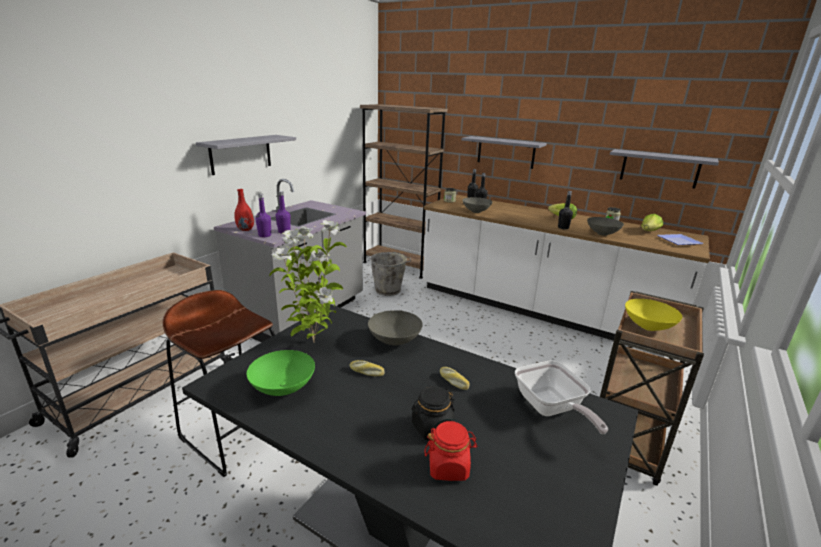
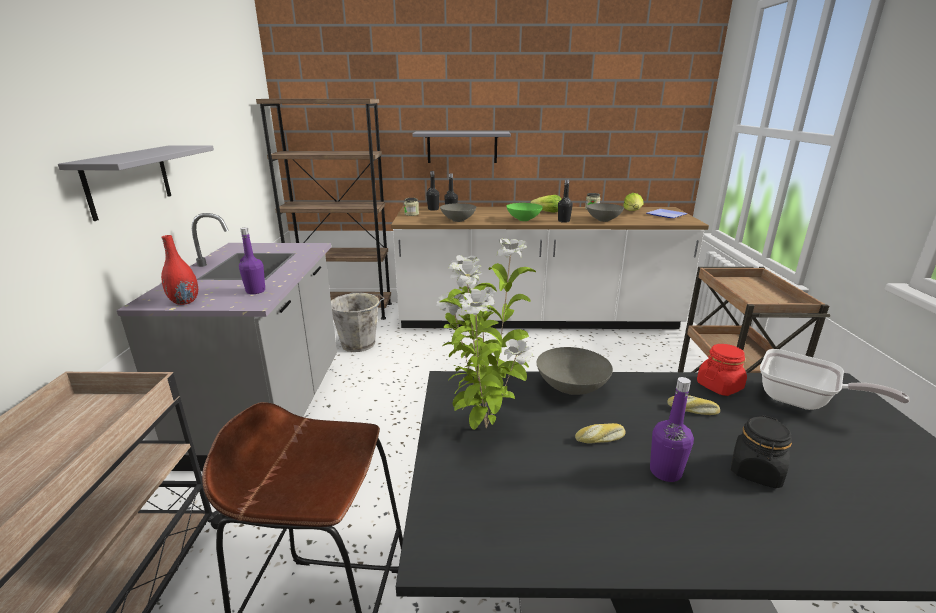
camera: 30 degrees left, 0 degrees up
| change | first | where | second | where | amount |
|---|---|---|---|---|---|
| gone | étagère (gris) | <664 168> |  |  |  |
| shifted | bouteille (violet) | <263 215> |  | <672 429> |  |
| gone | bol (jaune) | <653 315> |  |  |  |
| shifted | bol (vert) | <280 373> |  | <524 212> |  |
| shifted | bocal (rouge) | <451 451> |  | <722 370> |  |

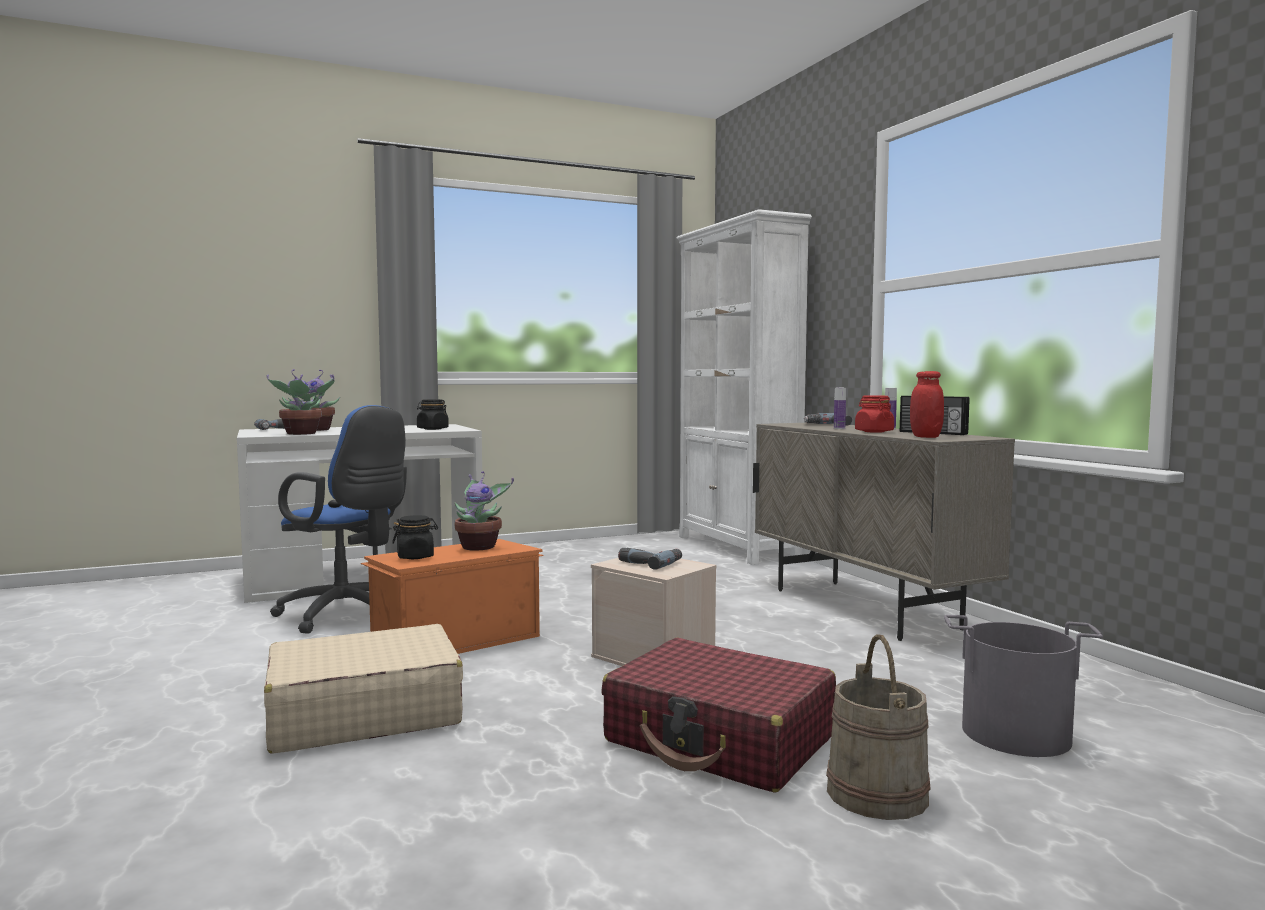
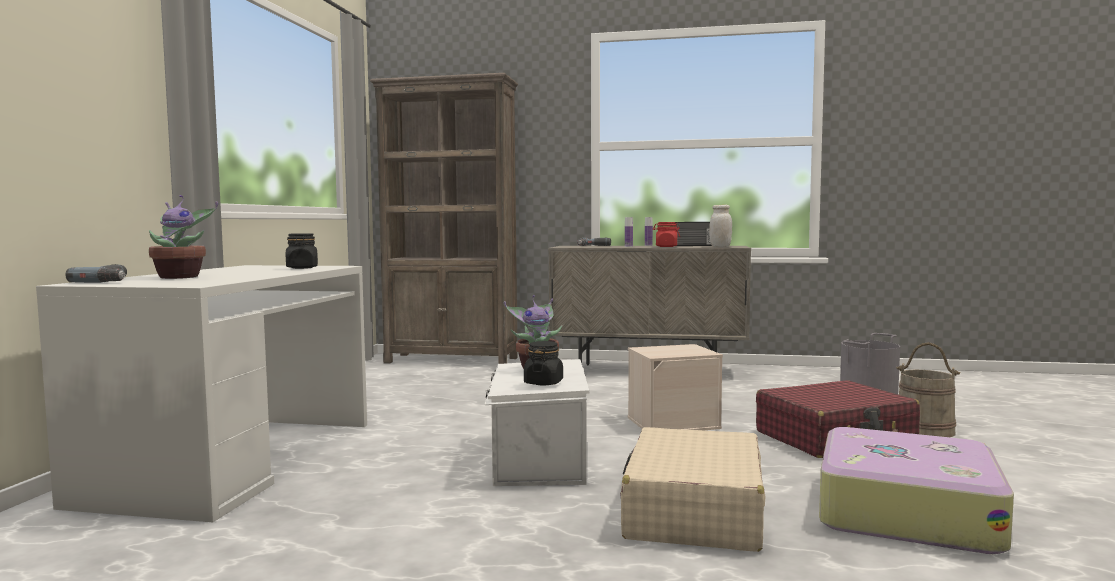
camera: 55 degrees left, 0 degrees up
| change | first | where | second | where | amount |
|---|---|---|---|---|---|
| repainted | bibliothèque (blanc) | <744 387> | bibliothèque (marron) | <444 218> |  |
| gone | plante en pot | <294 402> |  |  |  |
| repainted | bocal (rouge) | <927 404> | bocal (blanc) | <720 226> |  |
| gone | chaise de bureau (bleu) | <338 519> |  |  |  |
| repainted | boîte de rangement (orange) | <452 596> | boîte de rangement (blanc) | <536 422> |  |
| gone | perceuse | <650 559> |  |  |  |
| new |  |  | valise | <916 490> |  |

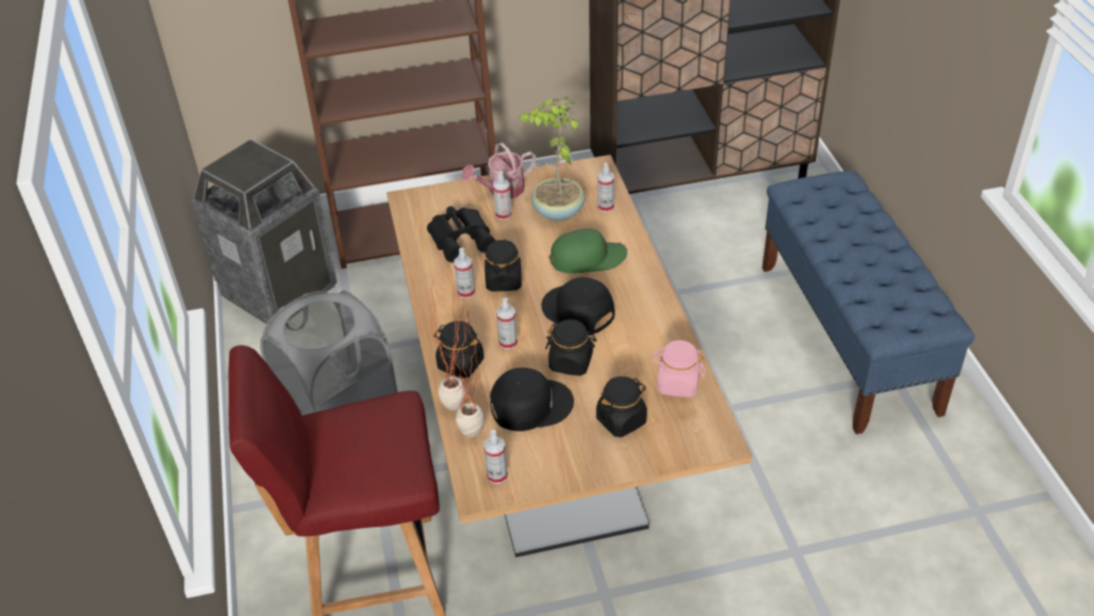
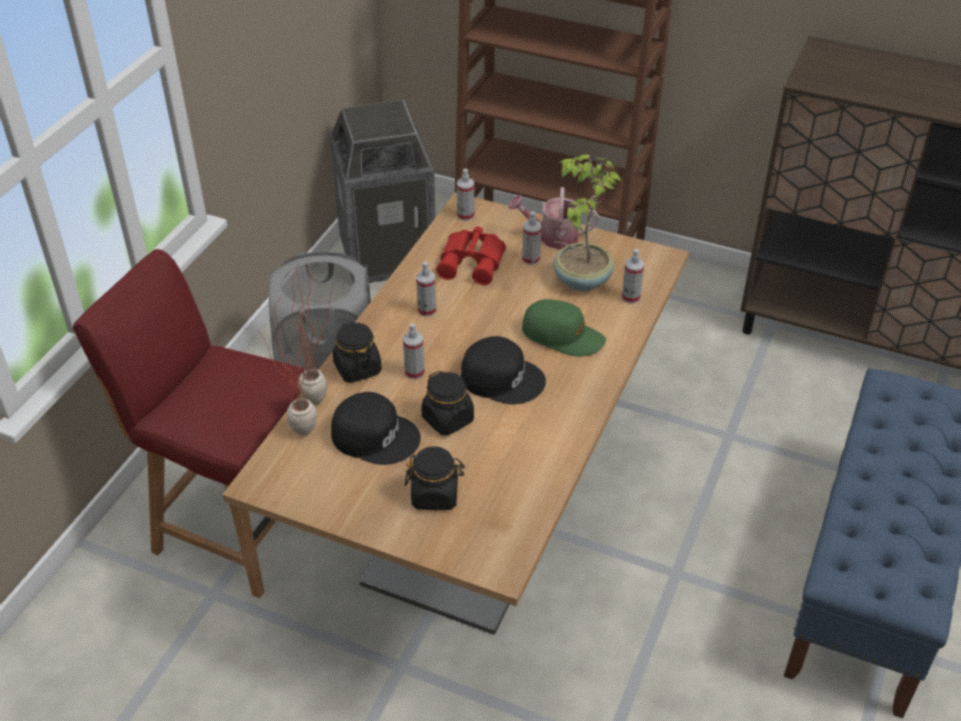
camera: 35 degrees right, 0 degrees up
| change | first | where | second | where | amount |
|---|---|---|---|---|---|
| repainted | jumelles (noir) | <461 234> | jumelles (rouge) | <471 255> |  |
| gone | bocal (noir) | <503 265> |  |  |  |
| rotated | casquette (noir) | <578 306> |  | <503 370> | 120 degrees clockwise |
| gone | bocal (rose) | <679 368> |  |  |  |
| shifted | vaporisateur | <496 457> |  | <465 195> |  |

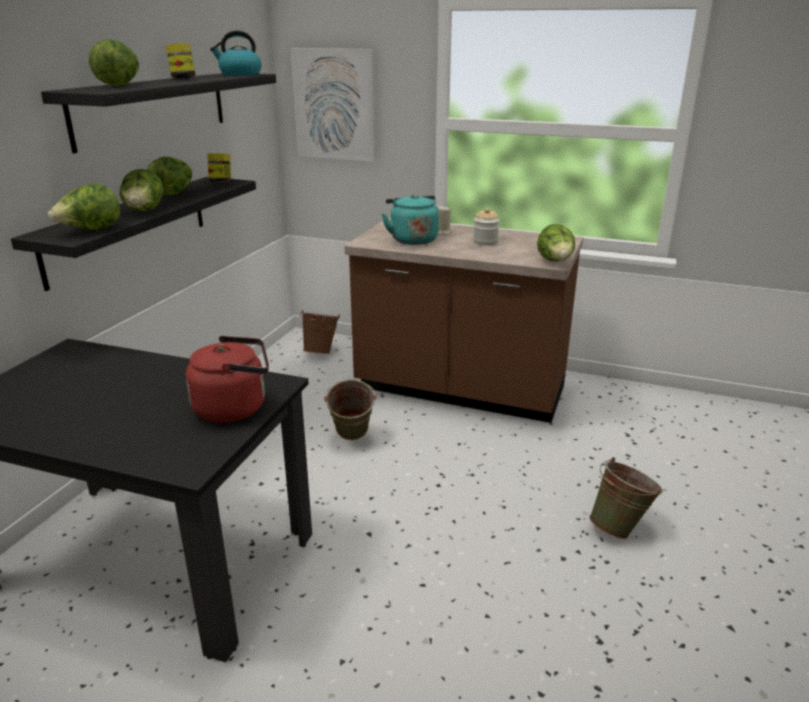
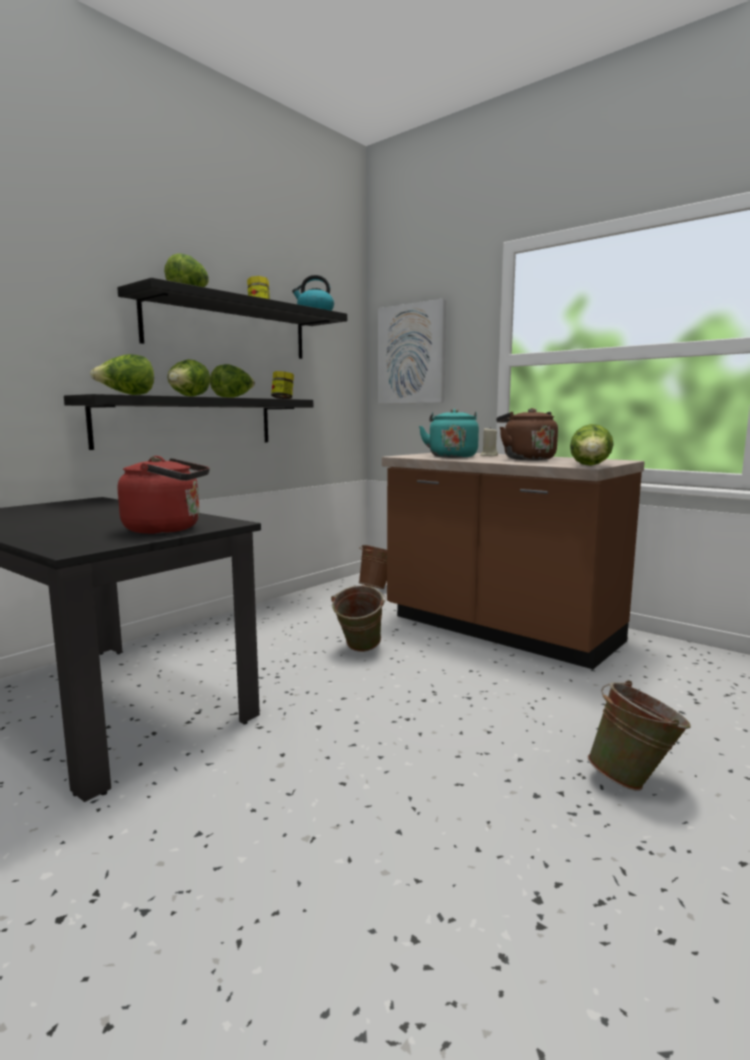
camera: 20 degrees right, 15 degrees down
| change | first | where | second | where | amount |
|---|---|---|---|---|---|
| swapped | bocal | <486 226> | bouilloire (marron) | <527 434> |  |

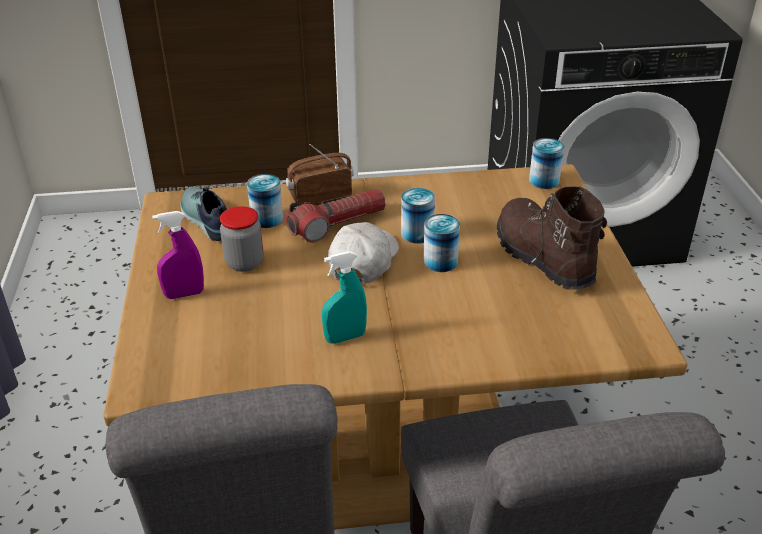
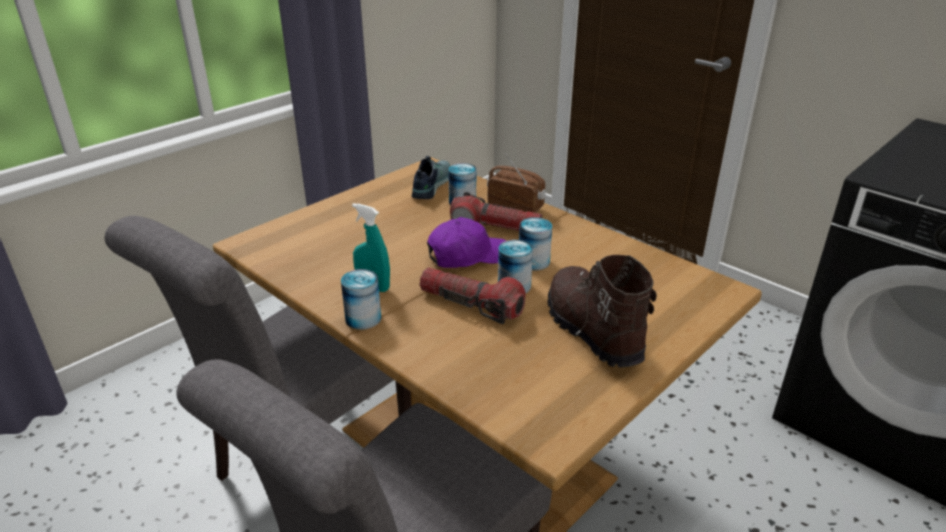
camera: 50 degrees right, 5 degrees down
| change | first | where | second | where | amount |
|---|---|---|---|---|---|
| shifted | boîte métallique | <546 163> |  | <361 299> |  |
| rotated | botte (marron) | <552 238> |  | <602 311> | 45 degrees counterclockwise |
| gone | bocal | <242 239> |  |  |  |
| gone | vaporisateur (violet) | <178 255> |  |  |  |
| repainted | casquette (blanc) | <363 253> | casquette (violet) | <466 242> |  |
| new |  |  | lampe de poche | <473 295> |  |

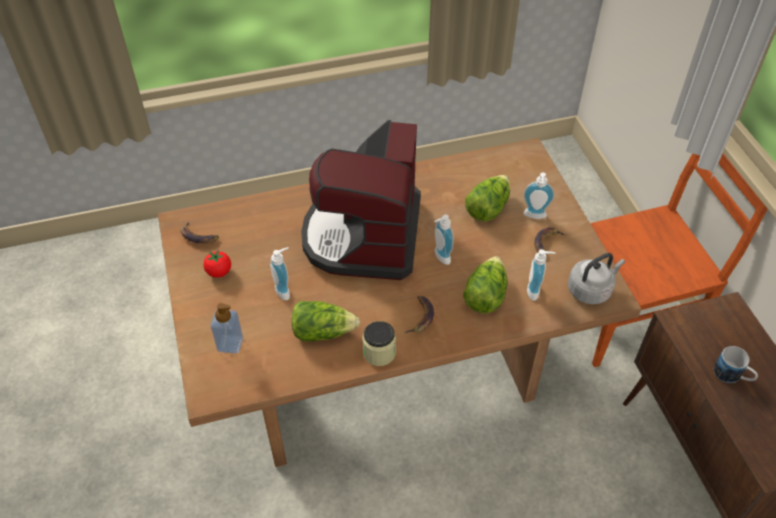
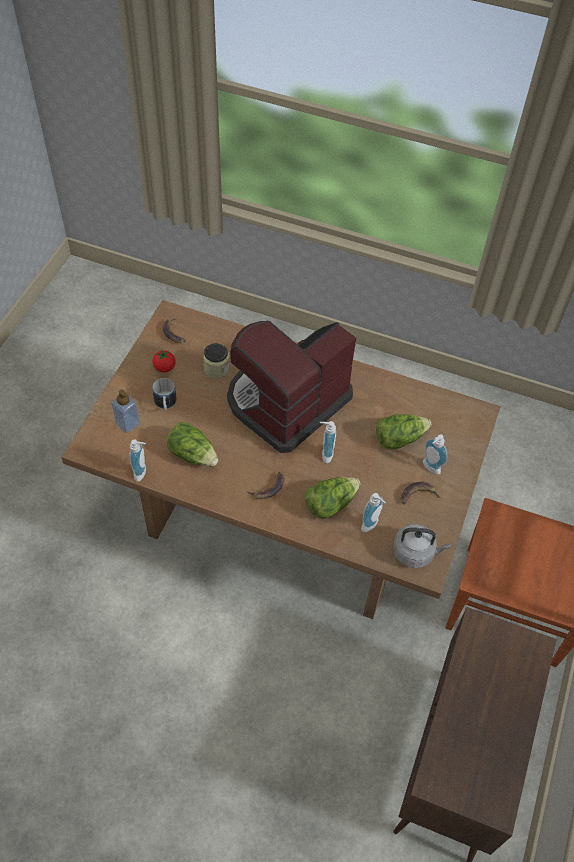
camera: 35 degrees right, 5 degrees up
| change | first | where | second | where | amount |
|---|---|---|---|---|---|
| shifted | distributeur de savon | <280 273> |  | <137 460> |  |
| shifted | bocal | <379 343> |  | <216 361> |  |
| shifted | mug | <736 364> |  | <164 394> |  |

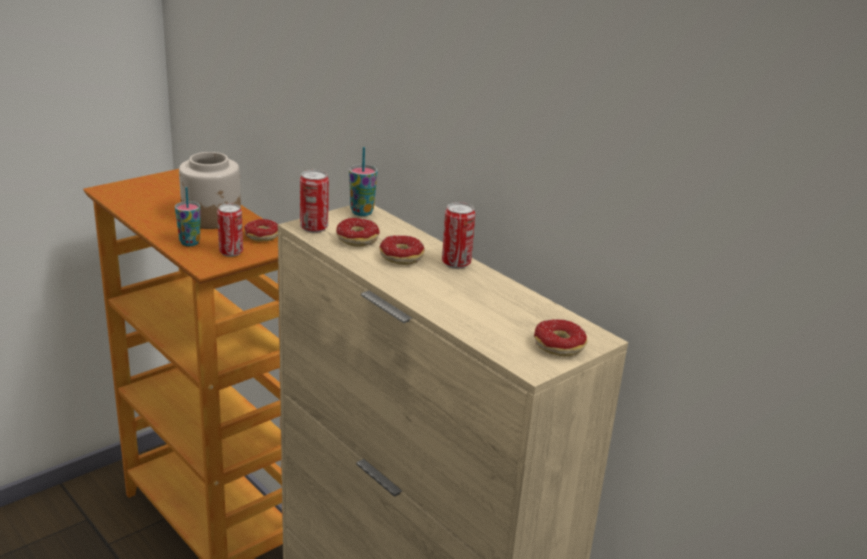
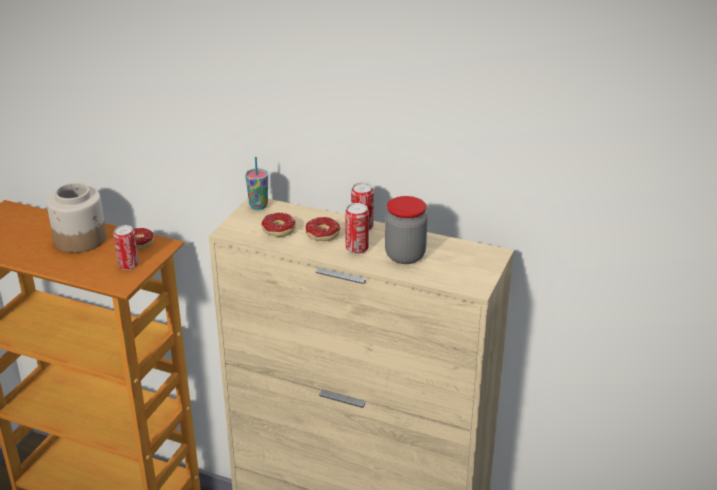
camera: 25 degrees left, 5 degrees up
| change | first | where | second | where | amount |
|---|---|---|---|---|---|
| shifted | boîte métallique | <314 201> |  | <357 228> |  |
| gone | tasse | <188 216> |  |  |  |
| gone | beignet | <560 338> |  |  |  |
| new |  |  | bocal | <406 230> |  |

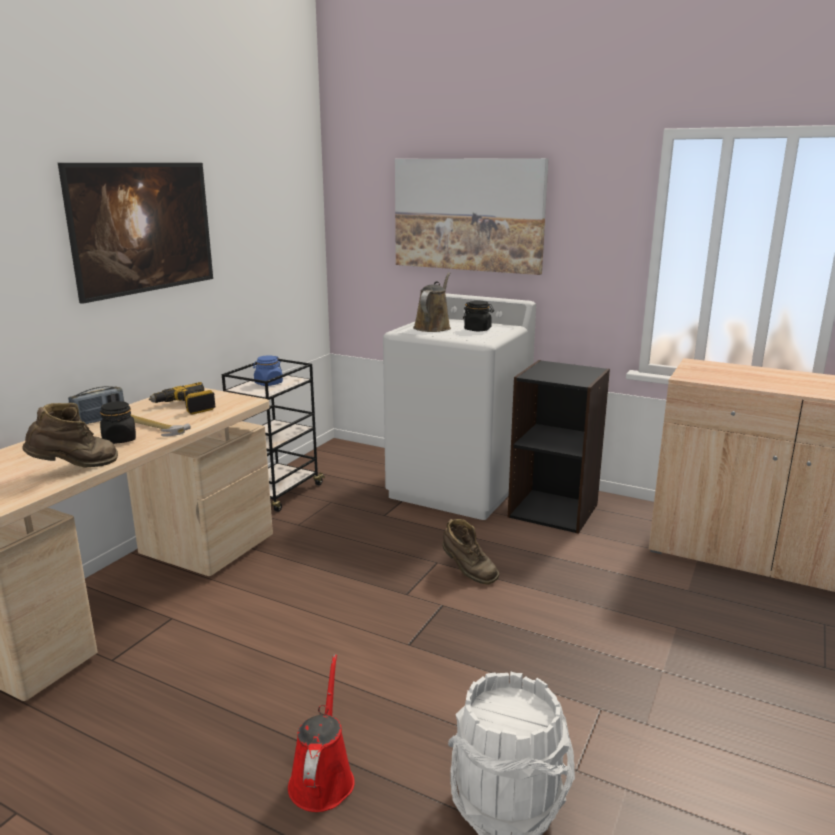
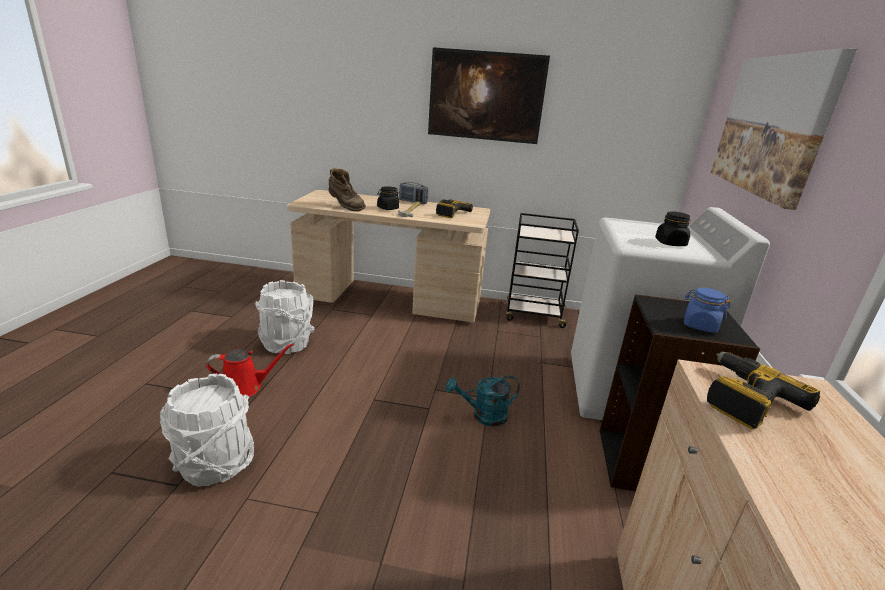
camera: 70 degrees right, 5 degrees up
| change | first | where | second | where | amount |
|---|---|---|---|---|---|
| gone | arrosoir (marron) | <432 302> |  |  |  |
| shifted | bocal (bleu) | <268 370> |  | <707 310> |  |
| swapped | botte (marron) | <470 552> | arrosoir (turquoise) | <483 400> |  |
| new |  |  | seau (blanc) | <285 317> |  |
| new |  |  | perceuse | <763 390> |  |

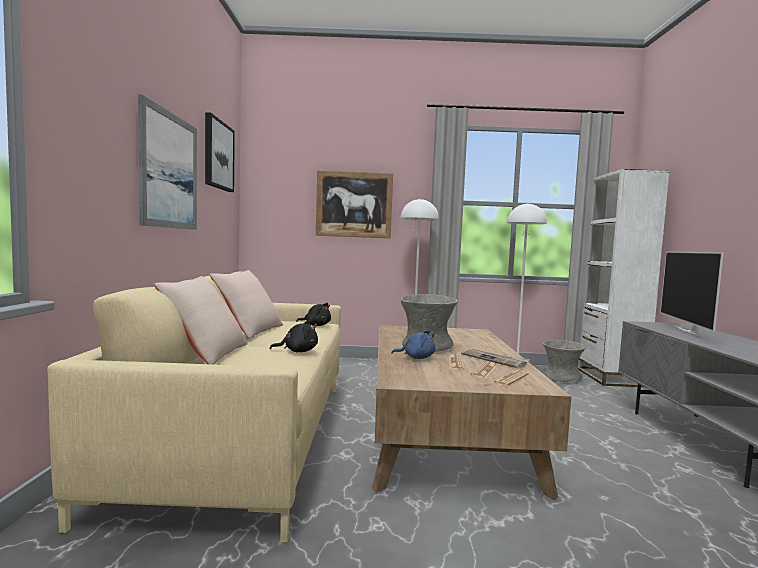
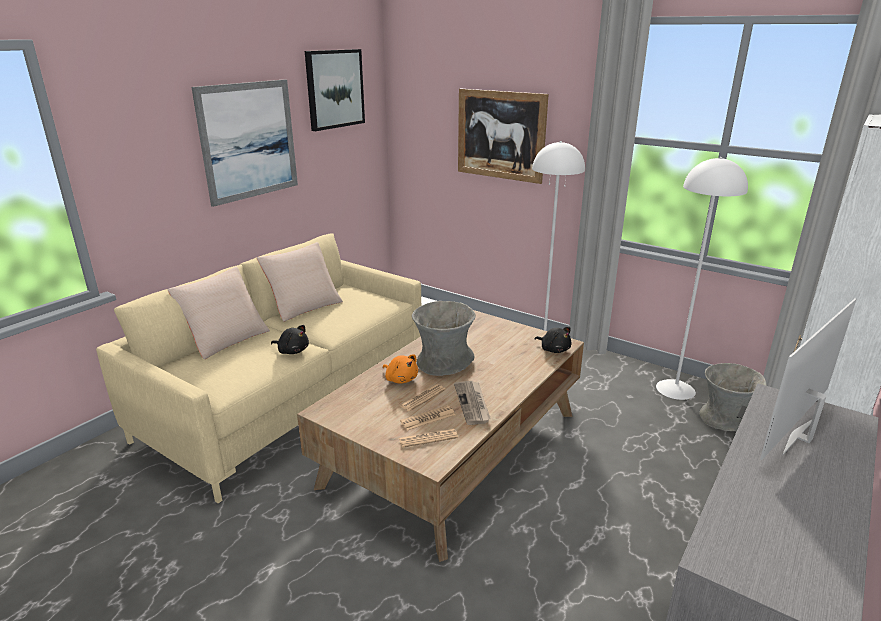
camera: 35 degrees right, 20 degrees up
| change | first | where | second | where | amount |
|---|---|---|---|---|---|
| shifted | peluche (noir) | <313 314> |  | <553 340> |  |
| repainted | peluche (bleu) | <413 344> | peluche (orange) | <400 369> |  |

